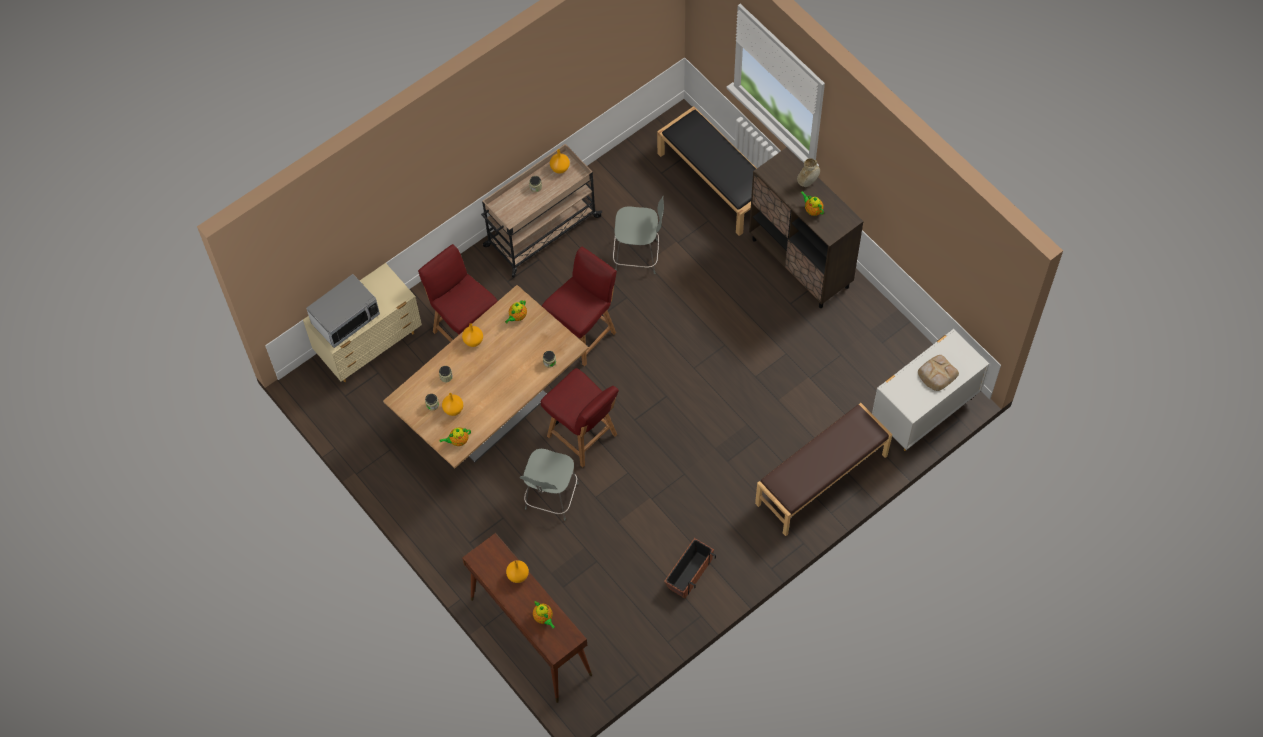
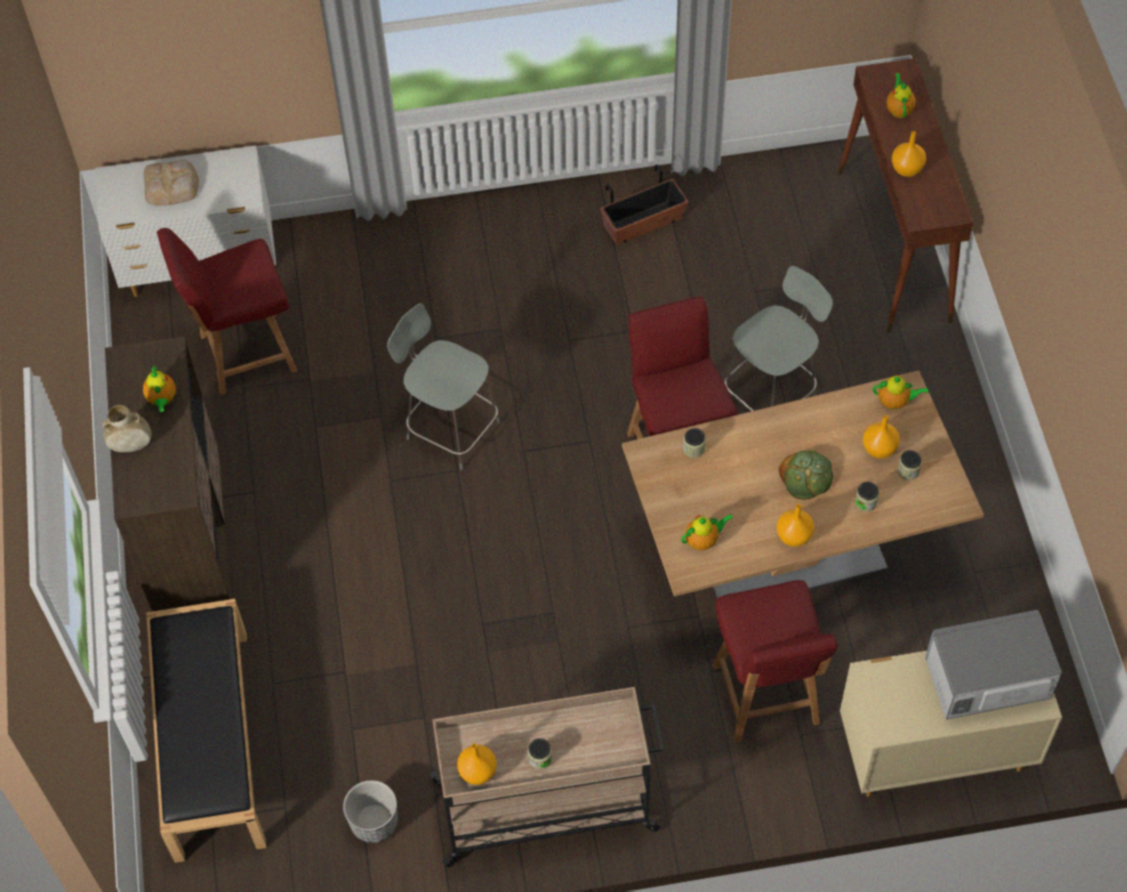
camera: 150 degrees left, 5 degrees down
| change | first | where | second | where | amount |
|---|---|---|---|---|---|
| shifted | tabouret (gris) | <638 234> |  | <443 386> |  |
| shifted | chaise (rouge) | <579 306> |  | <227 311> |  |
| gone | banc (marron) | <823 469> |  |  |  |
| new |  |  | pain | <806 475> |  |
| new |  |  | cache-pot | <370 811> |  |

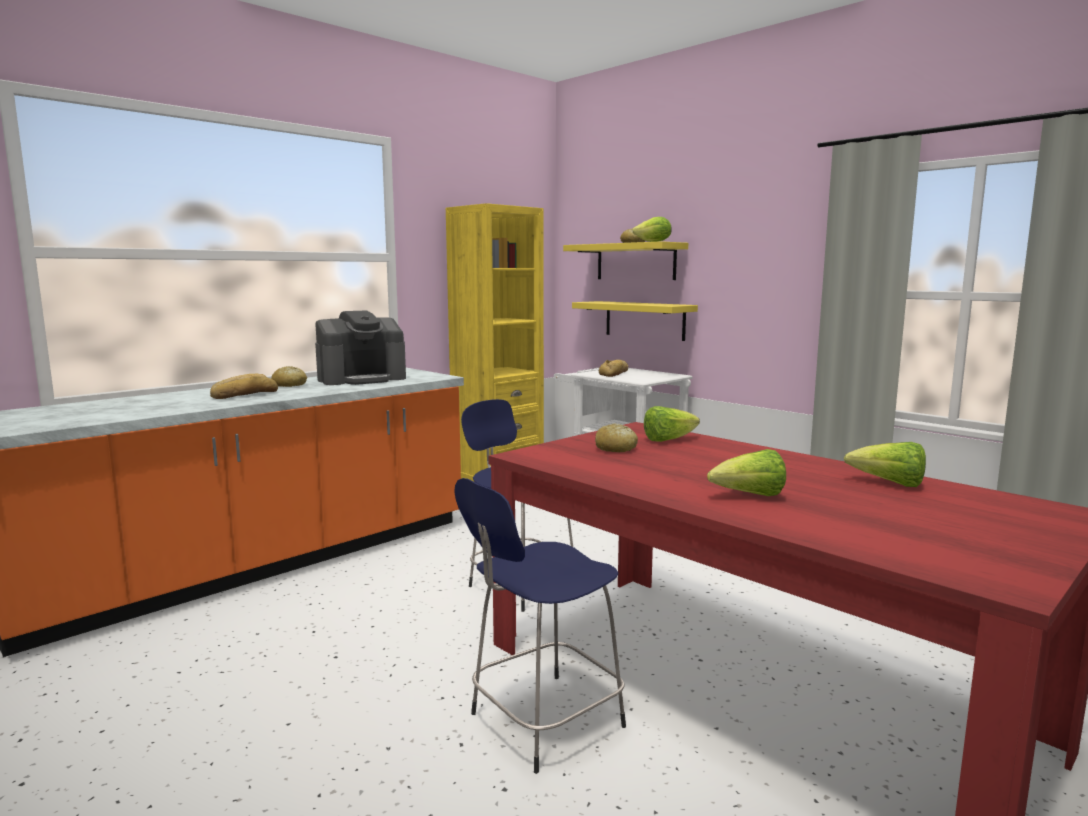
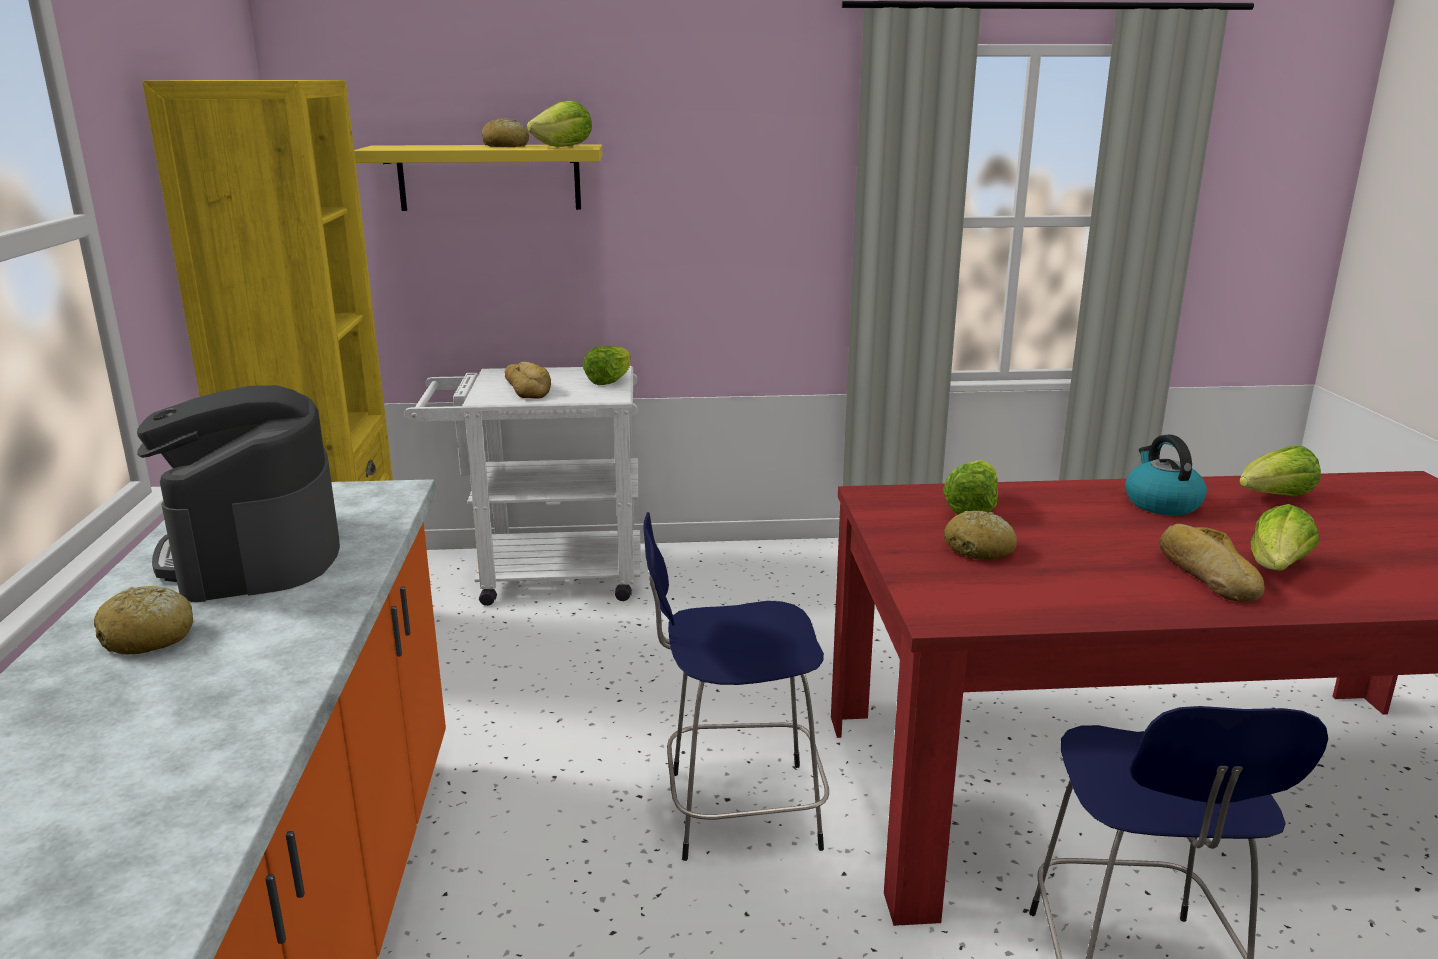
camera: 50 degrees left, 10 degrees up
| change | first | where | second | where | amount |
|---|---|---|---|---|---|
| gone | étagère (jaune) | <635 321> |  |  |  |
| rotated | machine à café | <360 347> |  | <238 493> | 150 degrees clockwise |
| shifted | pain | <244 386> |  | <1212 563> |  |
| new |  |  | laitue | <607 365> |  |
| new |  |  | bouilloire | <1166 475> |  |

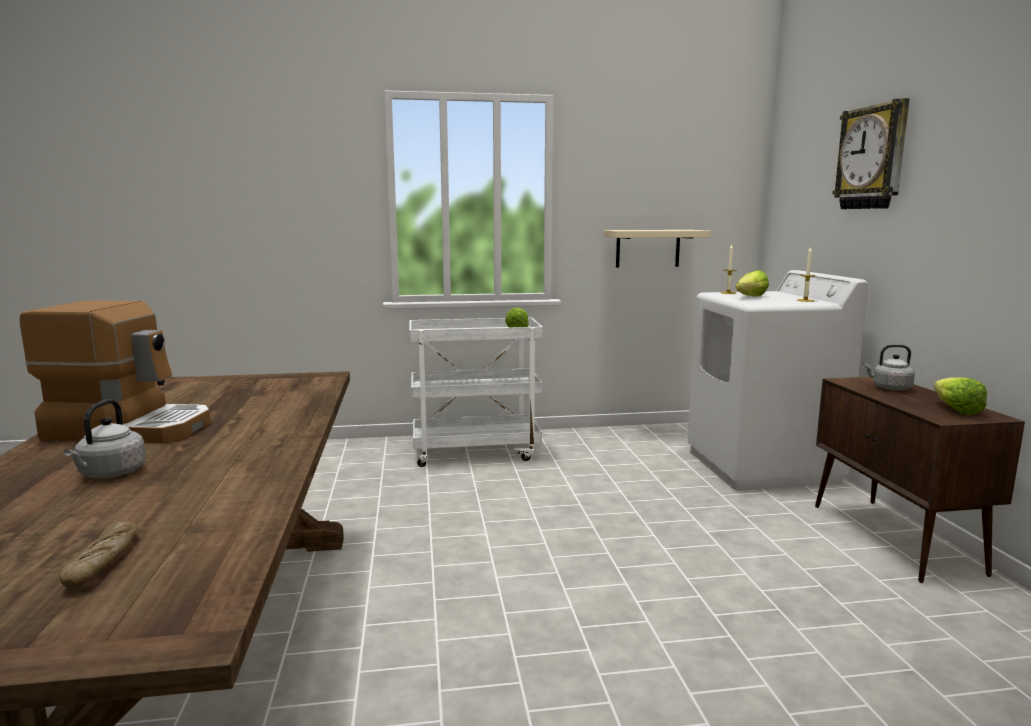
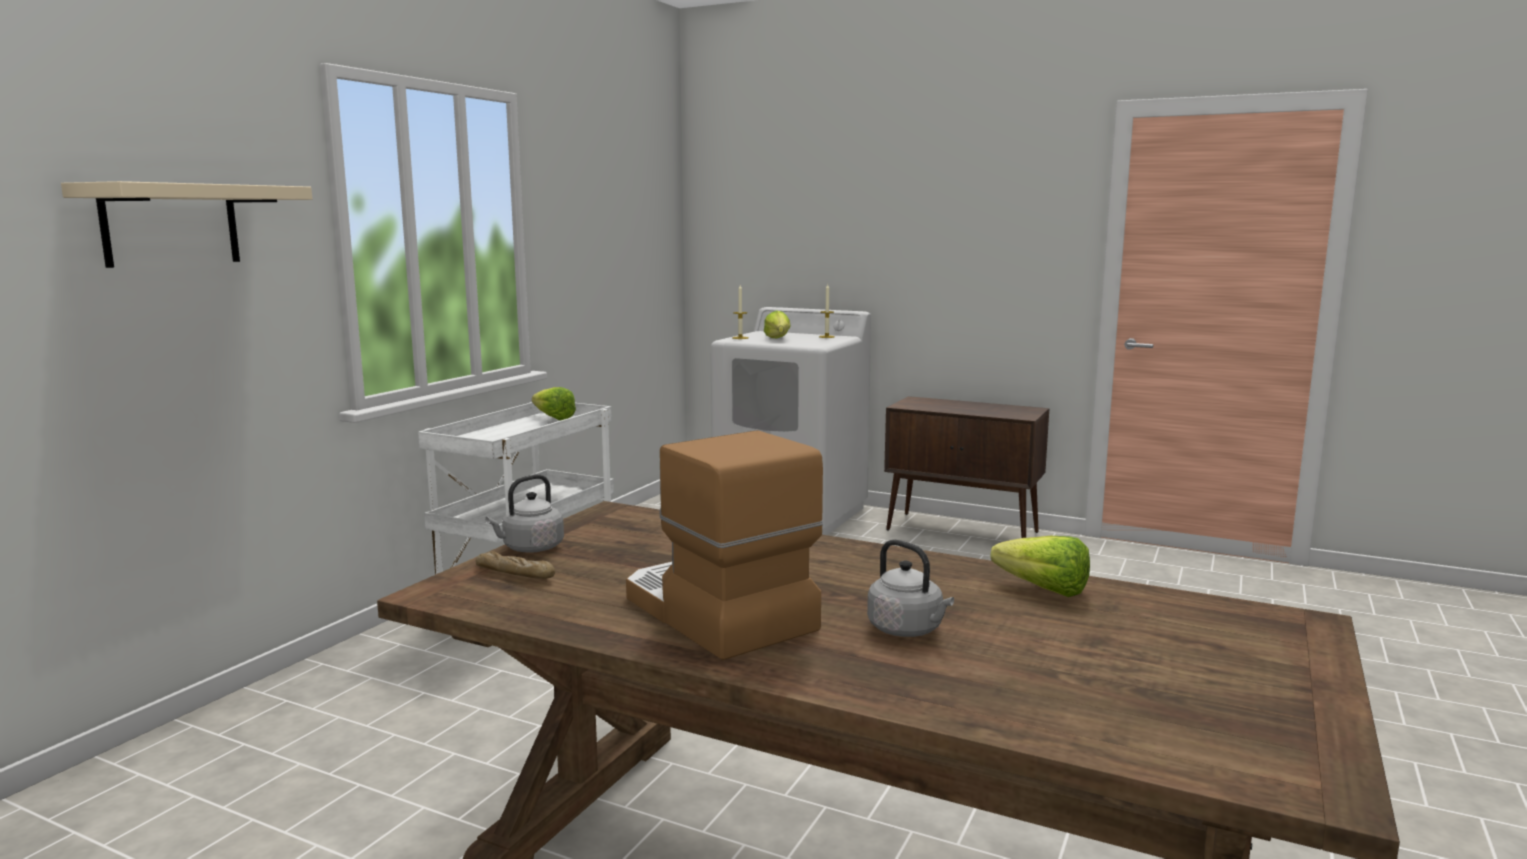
camera: 55 degrees left, 0 degrees up
| change | first | where | second | where | amount |
|---|---|---|---|---|---|
| gone | horloge murale | <871 153> |  |  |  |
| shifted | étagère (beige) | <657 249> |  | <186 224> |  |
| rotated | machine à café | <115 371> |  | <725 545> | 75 degrees counterclockwise |
| shifted | bouilloire (gris) | <889 367> |  | <524 513> |  |
| shifted | laitue | <960 396> |  | <1040 566> |  |
| shifted | pain | <99 554> |  | <515 565> |  |

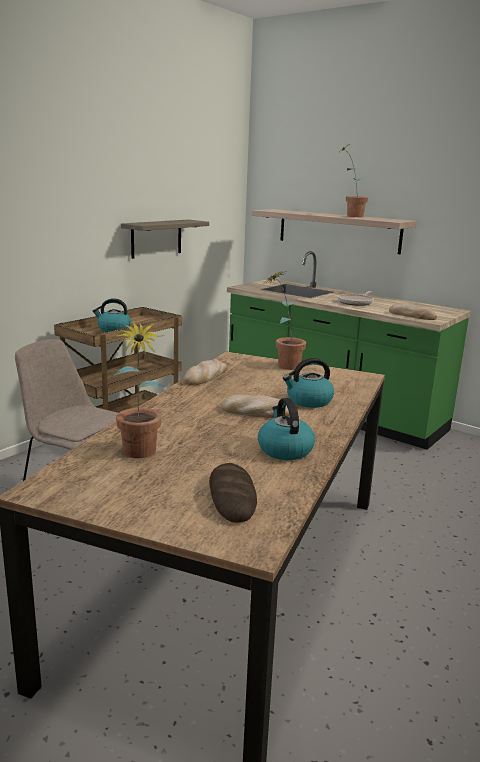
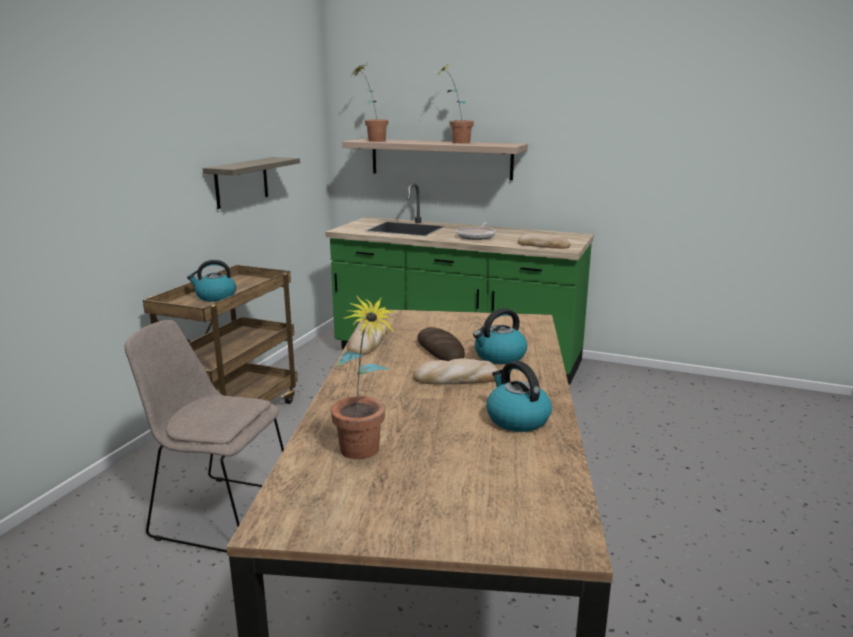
camera: 15 degrees left, 0 degrees up
| change | first | where | second | where | amount |
|---|---|---|---|---|---|
| shifted | plante en pot | <286 320> |  | <369 103> |  |
| shifted | pain | <233 493> |  | <441 344> |  |

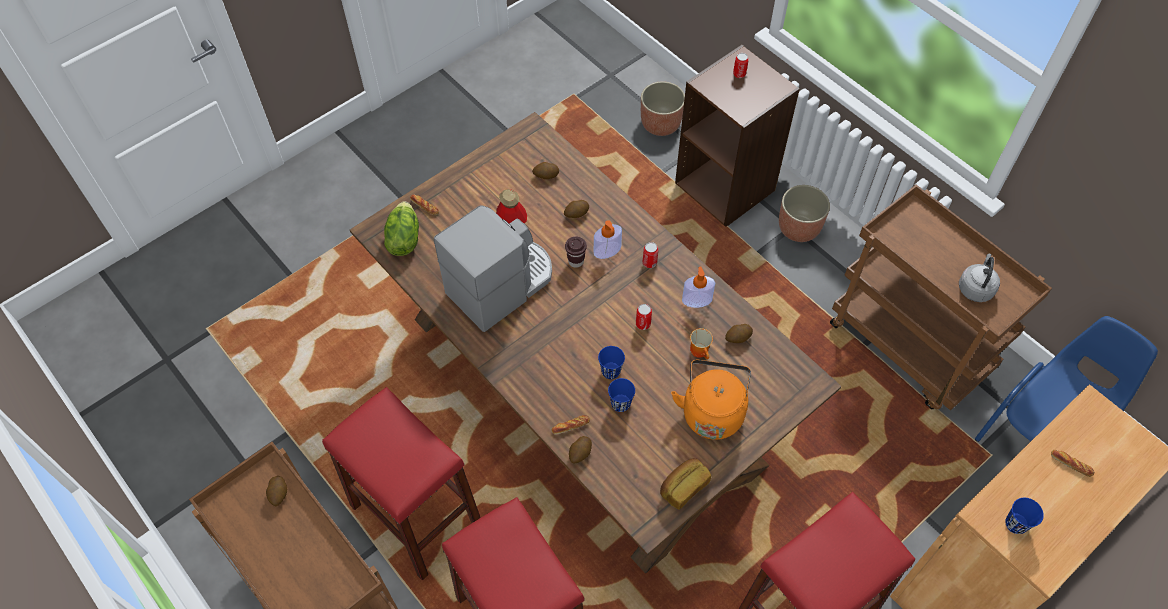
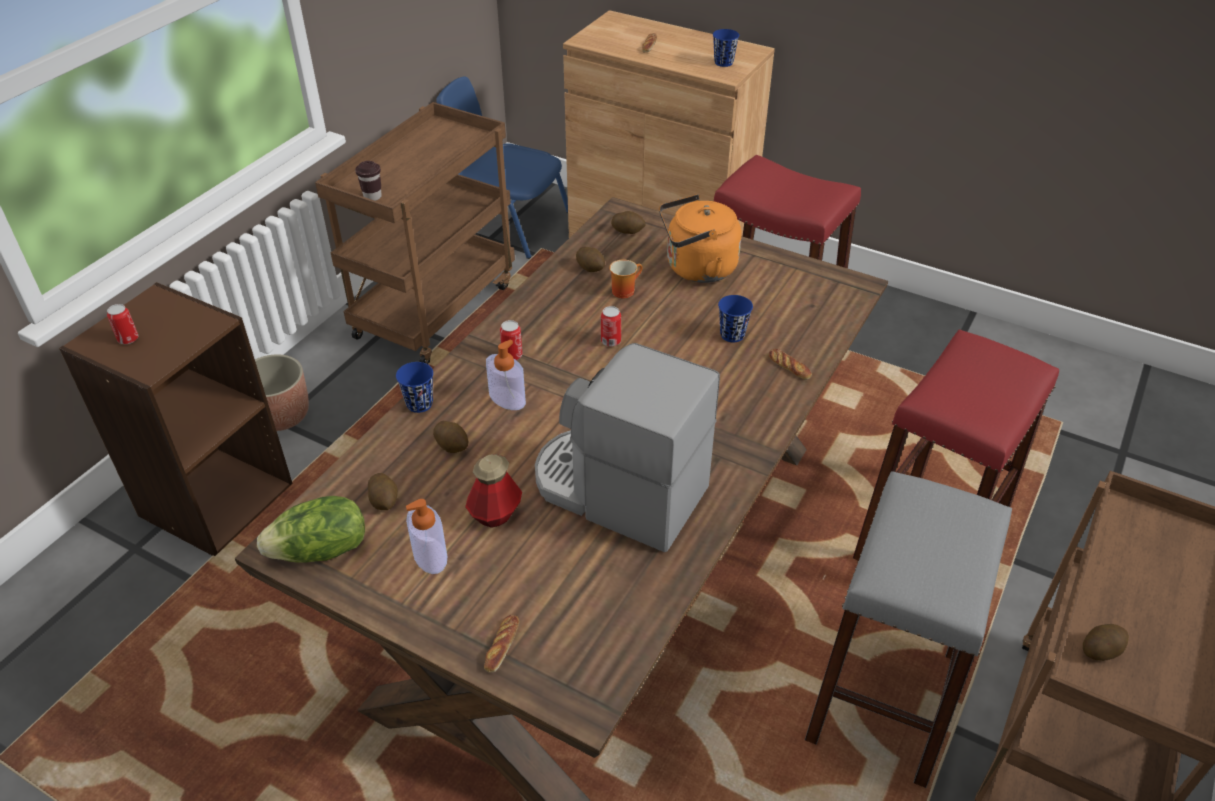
camera: 110 degrees left, 15 degrees down
| change | first | where | second | where | amount |
|---|---|---|---|---|---|
| gone | cache-pot | <663 108> |  |  |  |
| shifted | laitue | <401 228> |  | <311 529> |  |
| shifted | tasse (marron) | <576 252> |  | <368 181> |  |
| gone | bouilloire (gris) | <979 278> |  |  |  |
| shifted | distributeur de savon | <699 287> |  | <426 536> |  |
| shifted | tasse (bleu) | <611 362> |  | <414 387> |  |
| repainted | tabouret (rouge) | <401 483> | tabouret (gris) | <908 629> |  |
| shifted | pomme de terre | <580 449> |  | <628 222> |  |
| gone | pain | <685 484> |  |  |  |

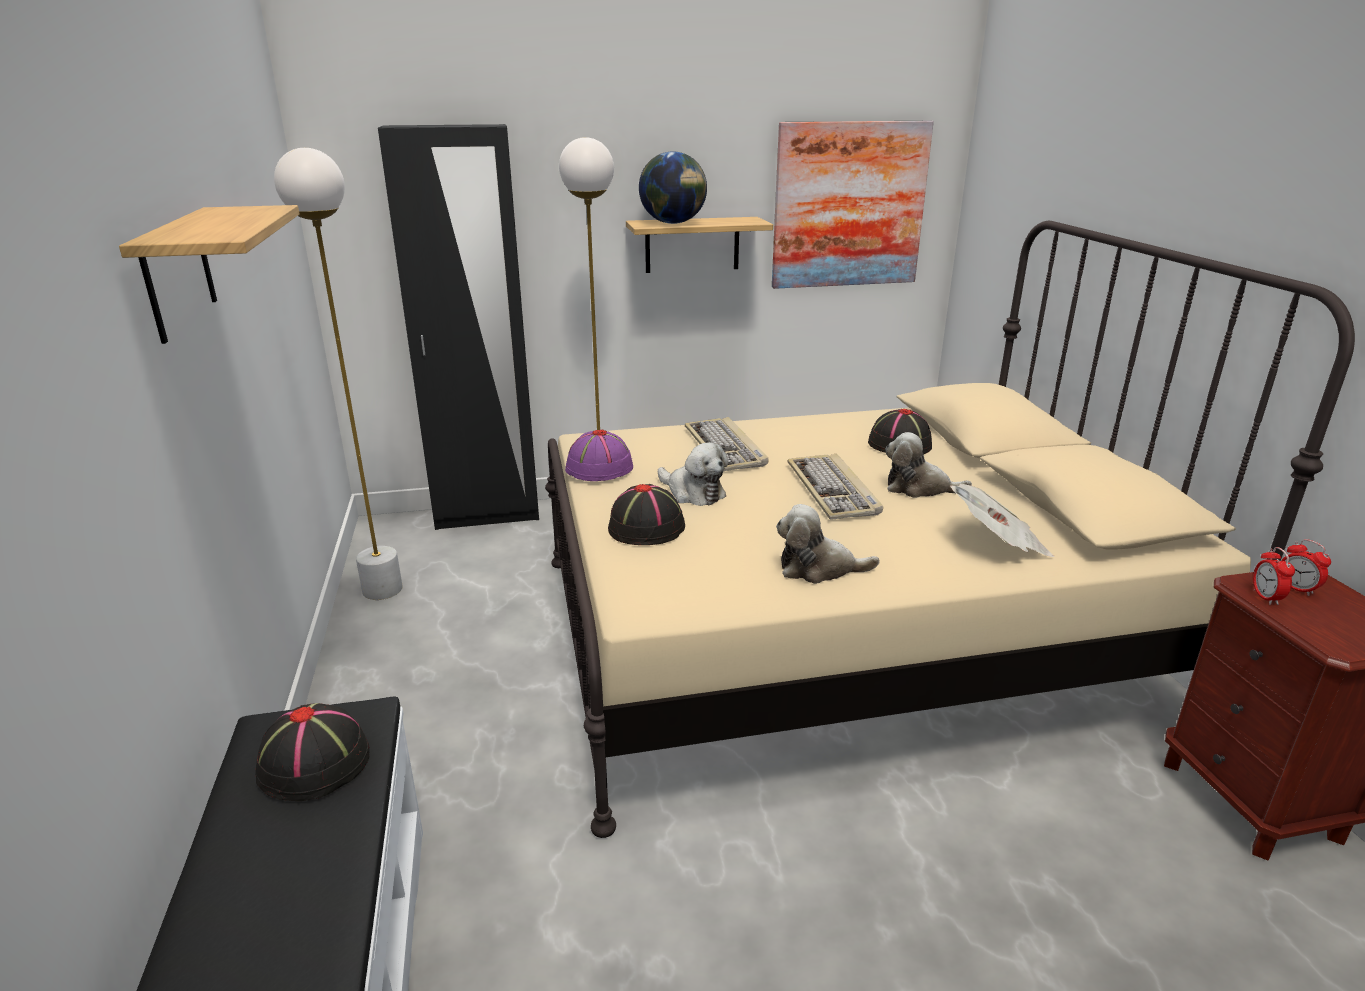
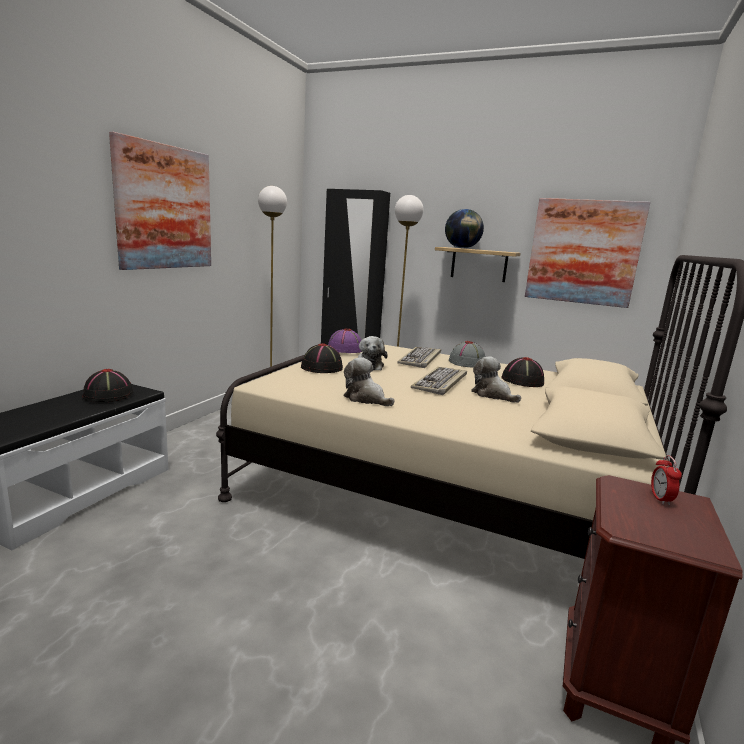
camera: 35 degrees right, 10 degrees down
| change | first | where | second | where | amount |
|---|---|---|---|---|---|
| swapped | étagère | <209 274> | tableau | <160 201> |  |
| gone | journal | <1002 520> |  |  |  |
| gone | réveil | <1274 576> |  |  |  |
| new |  |  | chapeau (gris) | <467 354> |  |

